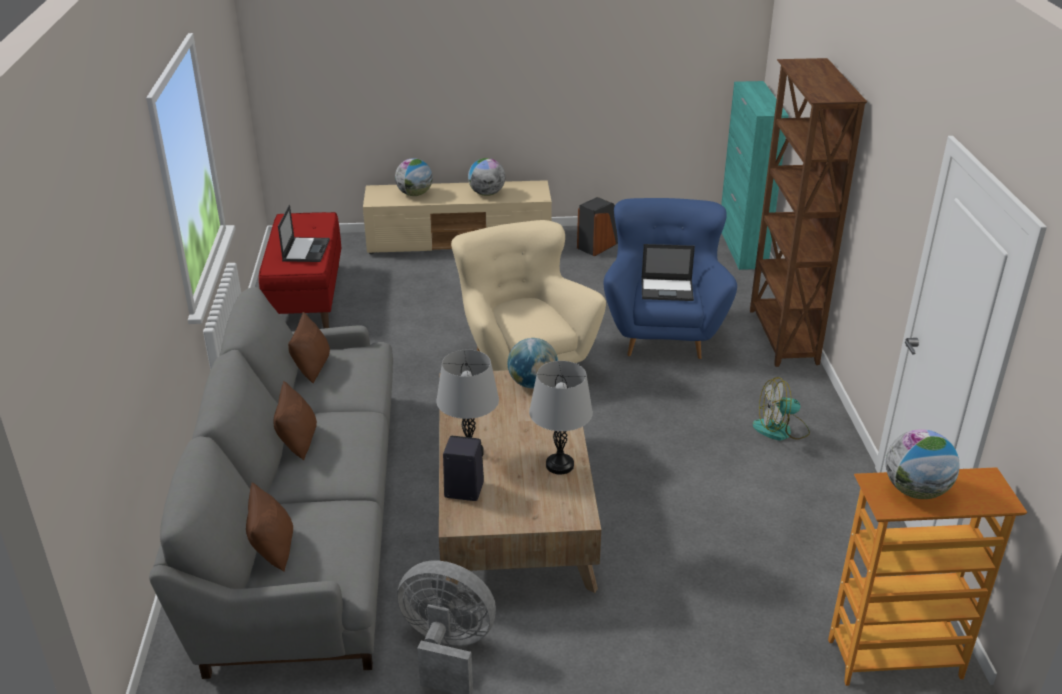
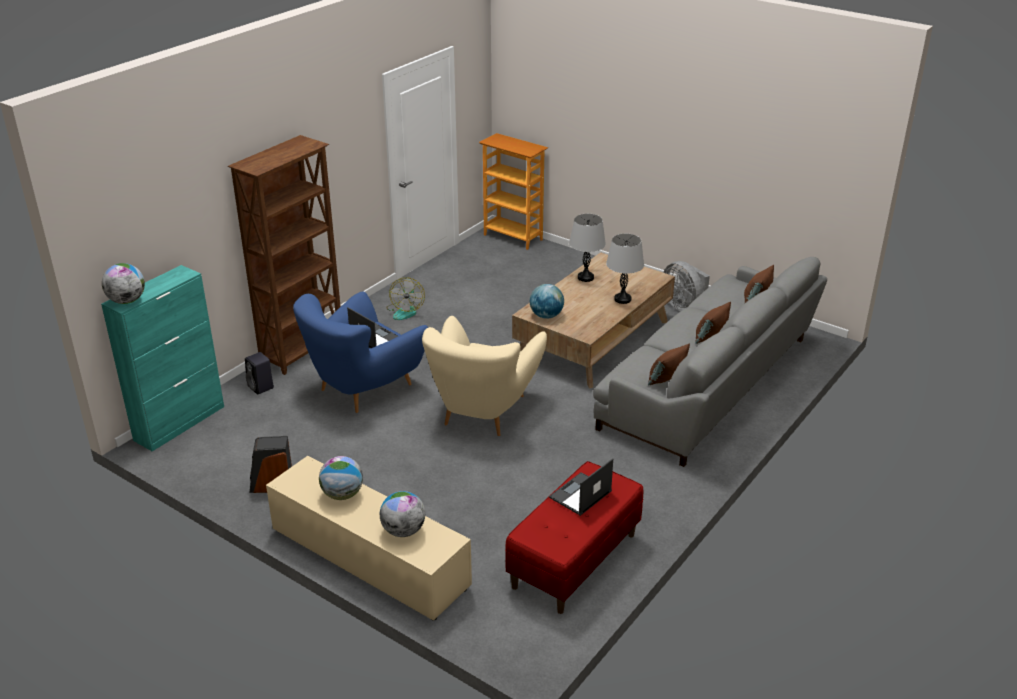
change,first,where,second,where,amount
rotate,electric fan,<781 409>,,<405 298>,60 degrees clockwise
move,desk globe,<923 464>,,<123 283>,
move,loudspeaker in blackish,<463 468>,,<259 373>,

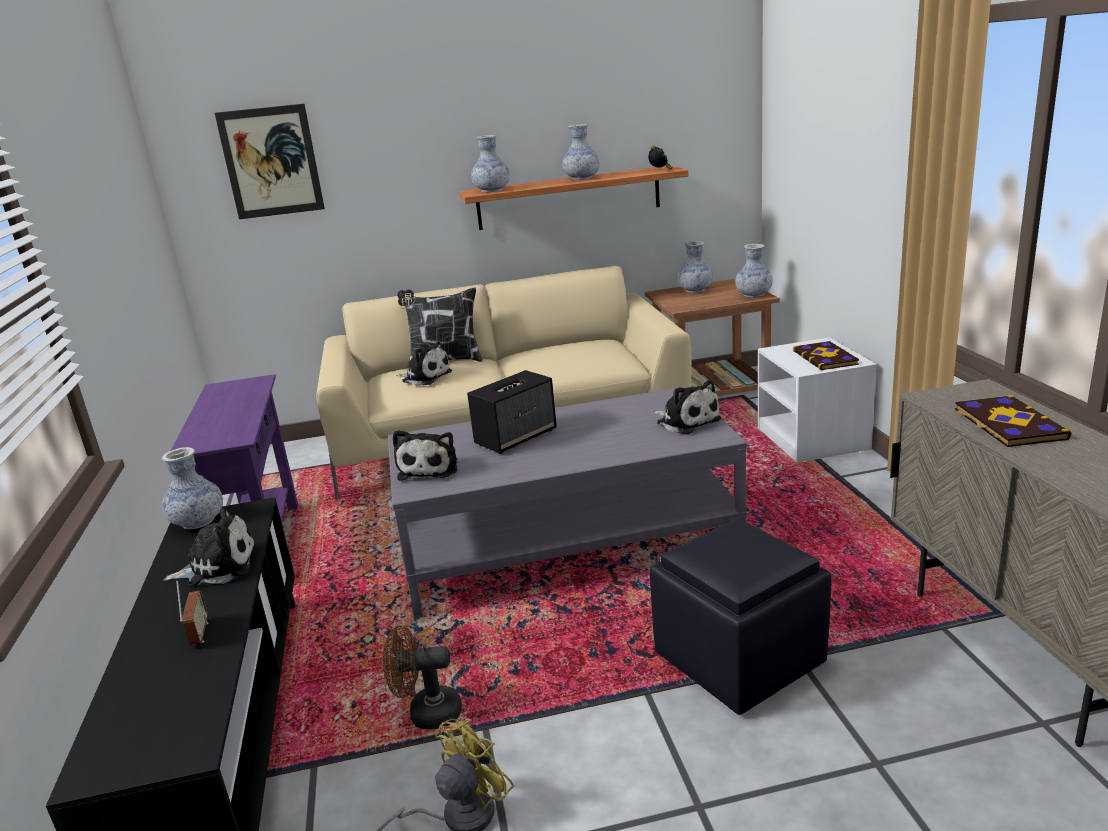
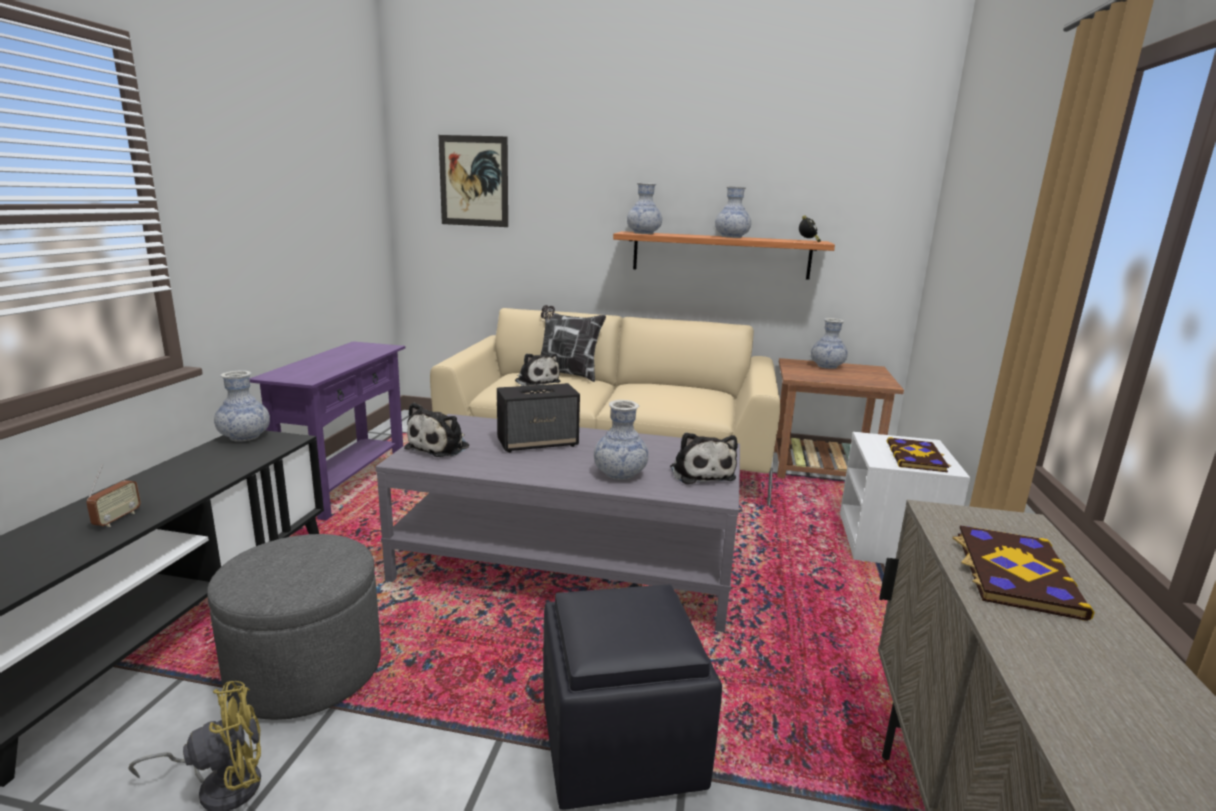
change,first,where,second,where,amount
move,flower vase,<754 271>,,<621 440>,
delete,plush toy,<209 546>,,,
replace,electric fan in brownish,<422 677>,pouffe in greyish,<294 627>,

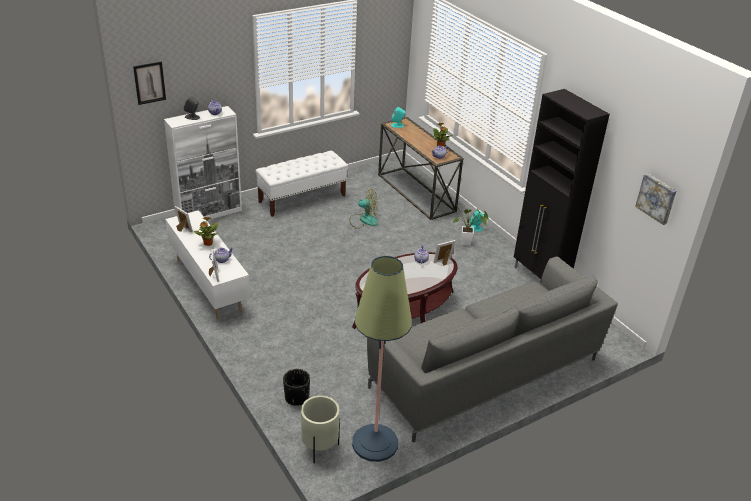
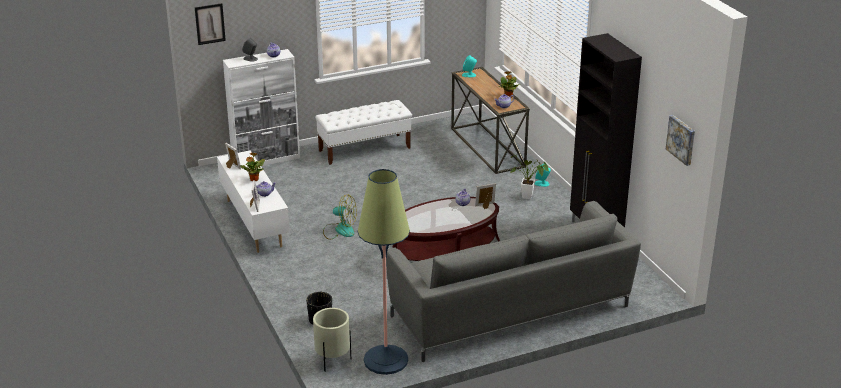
change,first,where,second,where,amount
move,electric fan,<363 209>,,<340 217>,

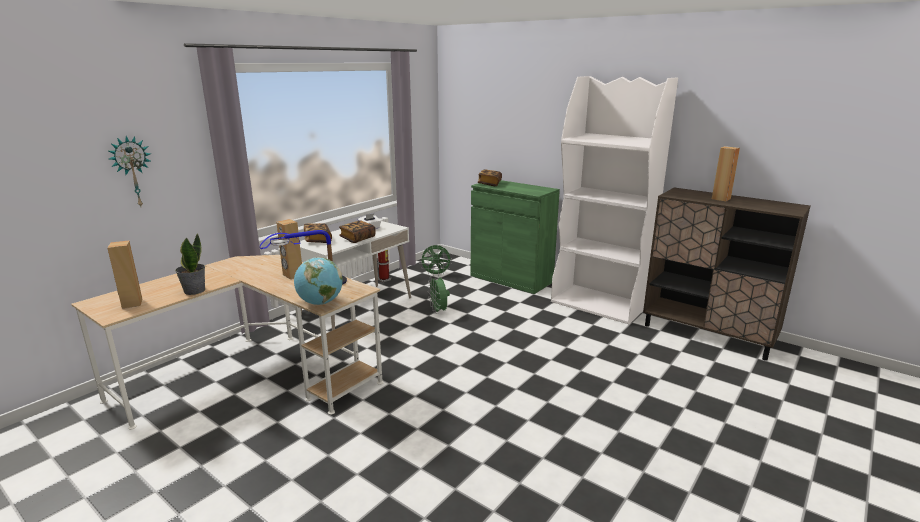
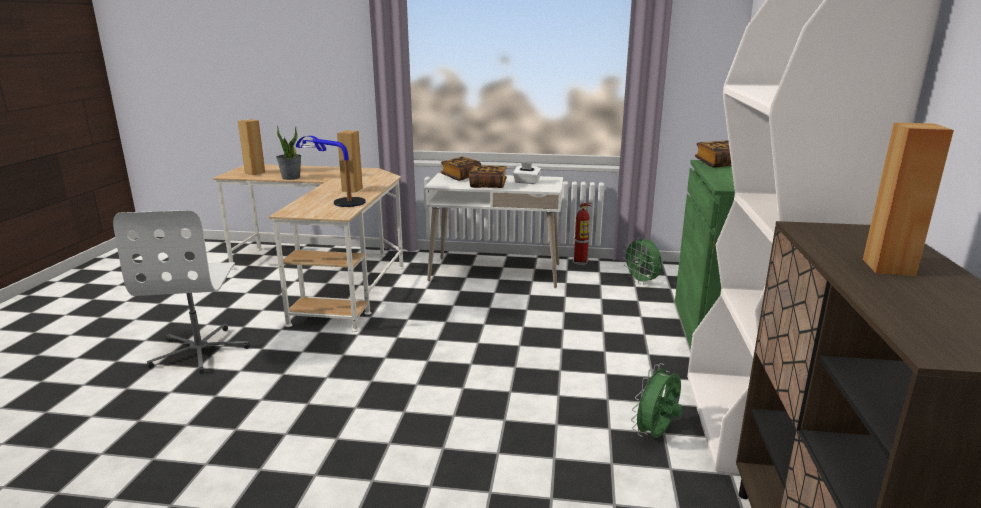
change,first,where,second,where,amount
delete,hanging clock,<130 171>,,,
delete,desk globe,<318 281>,,,
move,electric fan in greenish,<439 295>,,<657 400>,
insert,,,office chair in whitish,<181 291>,

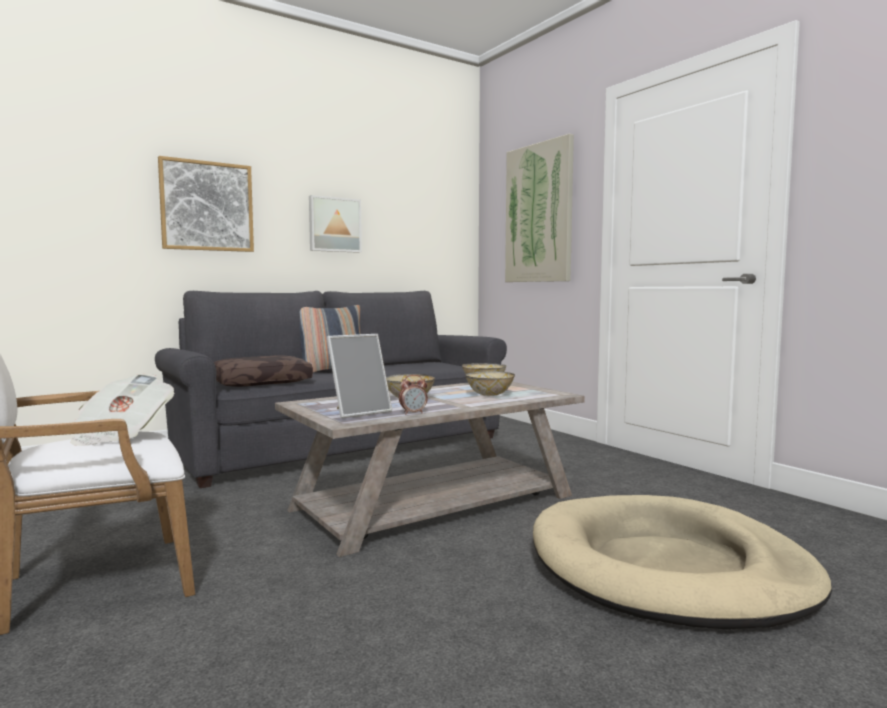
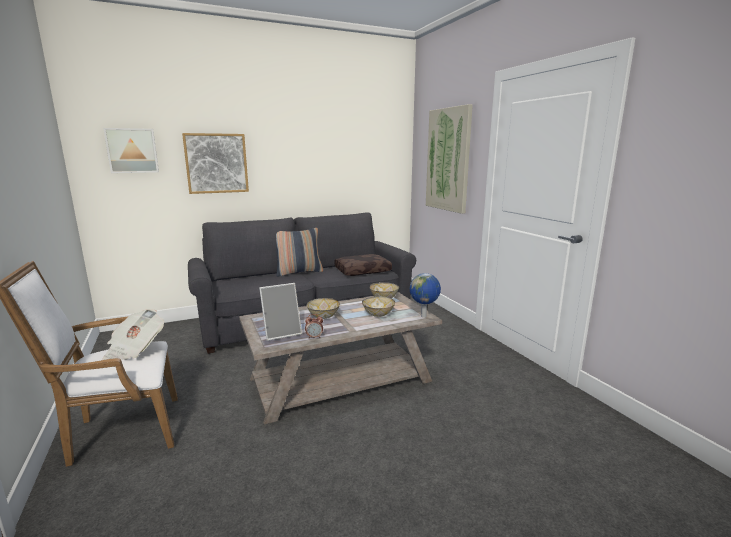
change,first,where,second,where,amount
move,wall picture,<335 224>,,<131 150>,
move,throw pillow in brownish,<263 371>,,<363 265>,
delete,pet bed in sand-coloured,<682 562>,,,
insert,,,desk globe,<425 295>,

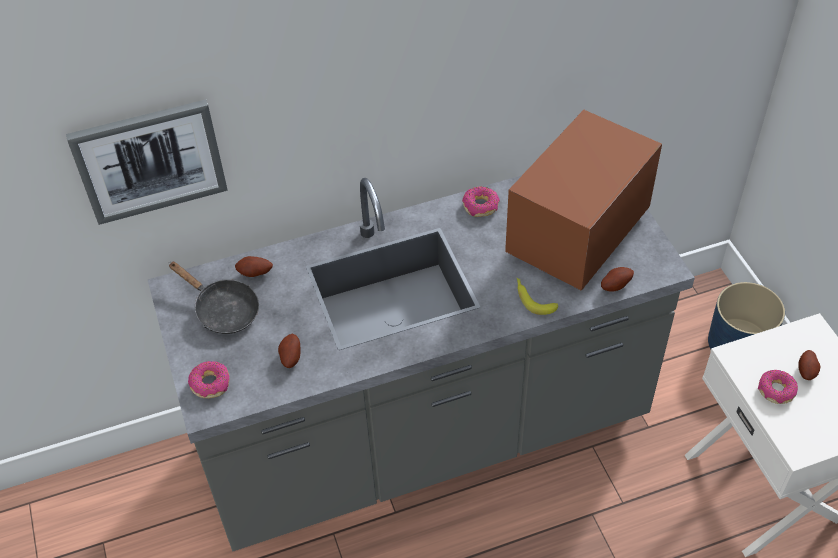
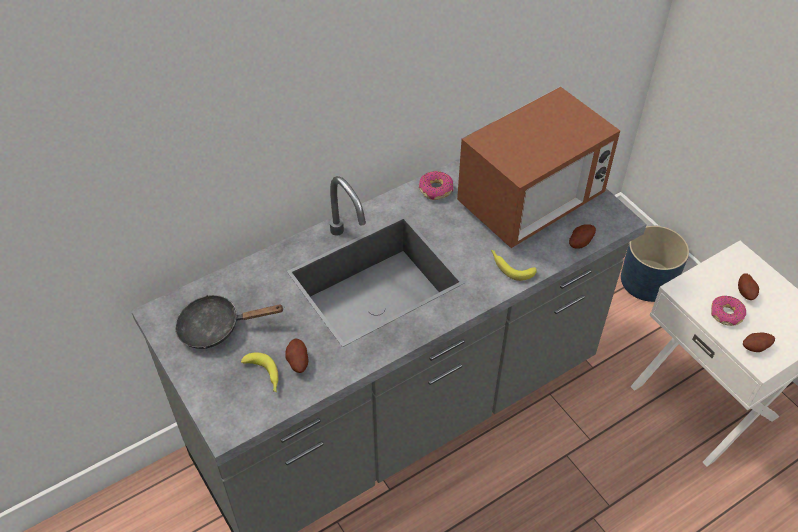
change,first,where,second,where,amount
delete,wall picture,<147 162>,,,
rotate,microwave,<583 200>,,<538 167>,150 degrees counterclockwise
move,potato,<254 266>,,<759 342>,
rotate,frying pan in blackish,<213 298>,,<229 322>,150 degrees clockwise
delete,doughnut,<208 379>,,,
insert,,,banana,<260 372>,

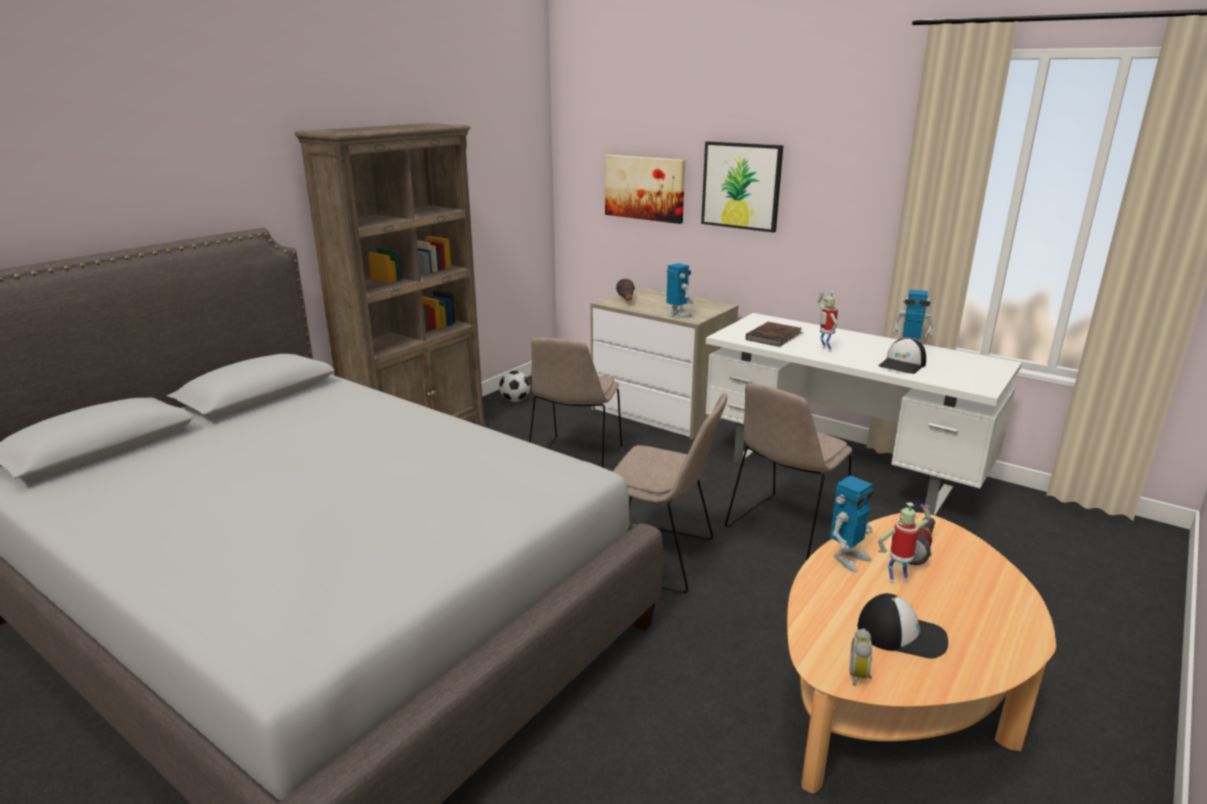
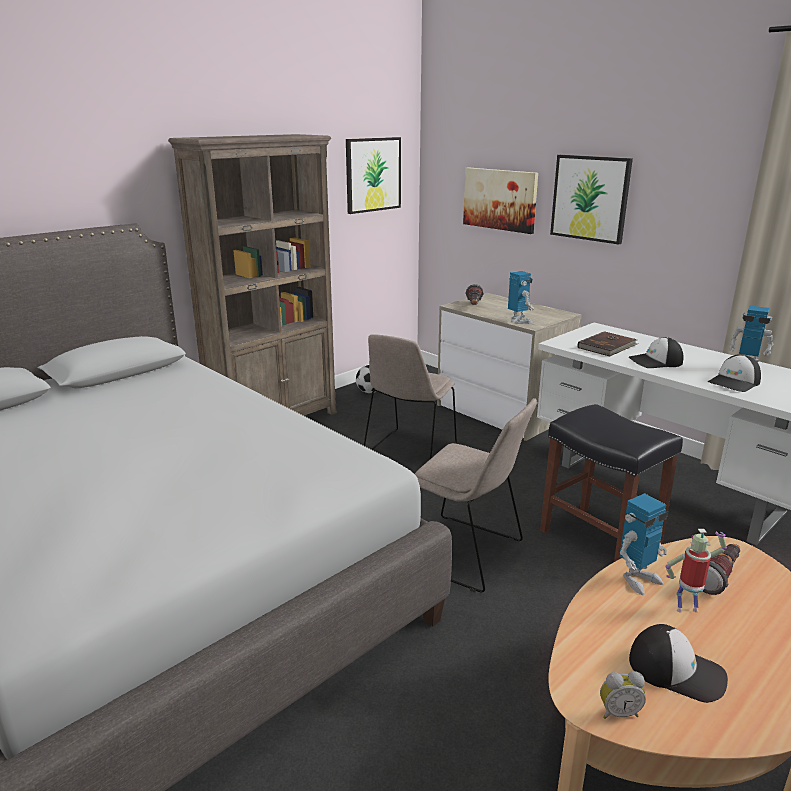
change,first,where,second,where,amount
replace,model robot,<828 321>,peaked cap,<656 352>,
replace,plain chair in sand-coloured,<788 471>,stool seat in blackish,<611 483>,
rotate,alarm clock,<860 657>,,<623 695>,120 degrees counterclockwise
insert,,,wall picture,<373 175>,

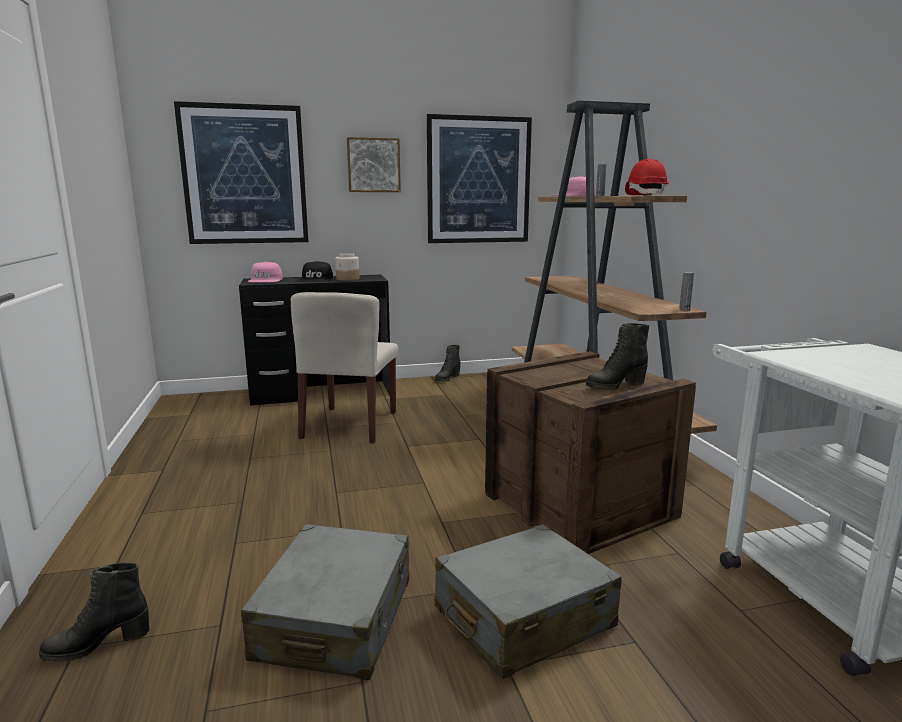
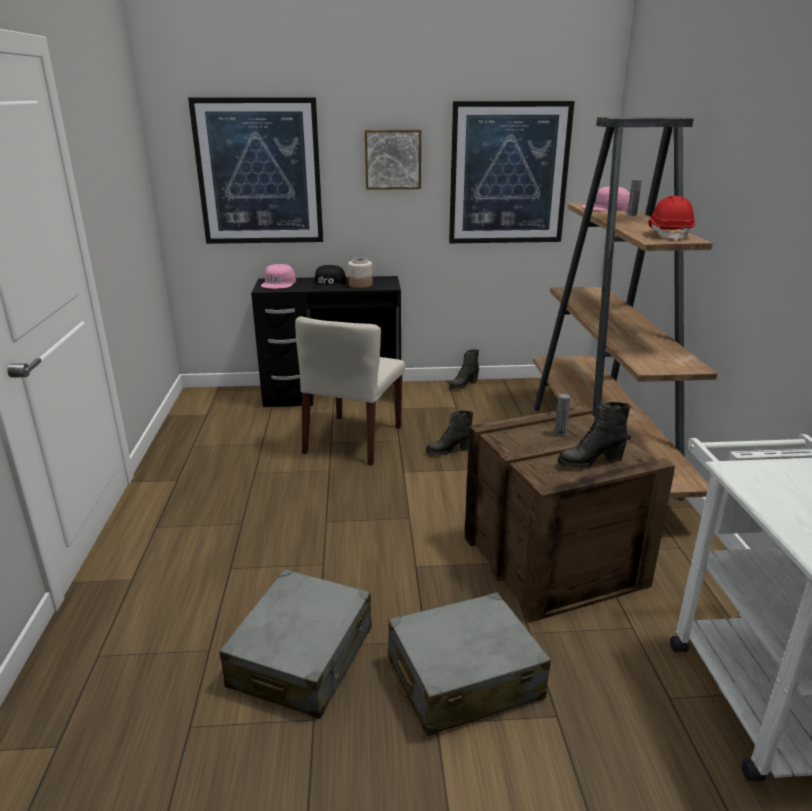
change,first,where,second,where,amount
move,beverage bottle in greyish,<686 291>,,<562 415>,
move,high-top boot in blackish,<94 612>,,<449 432>,

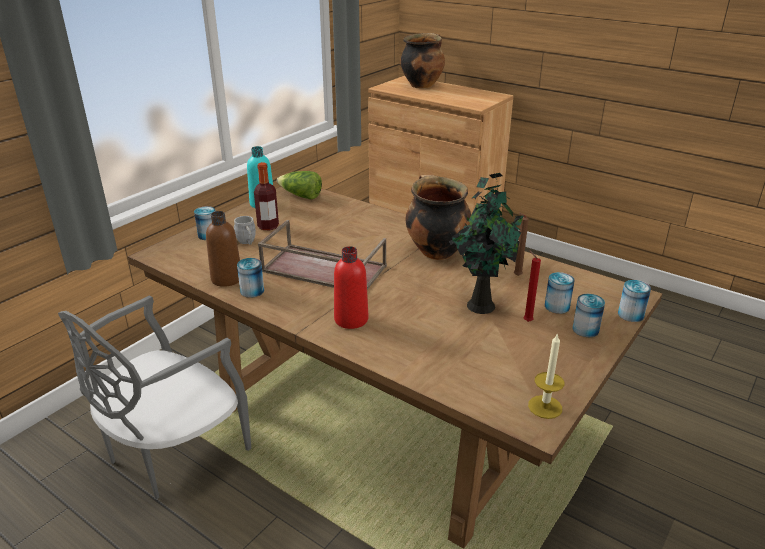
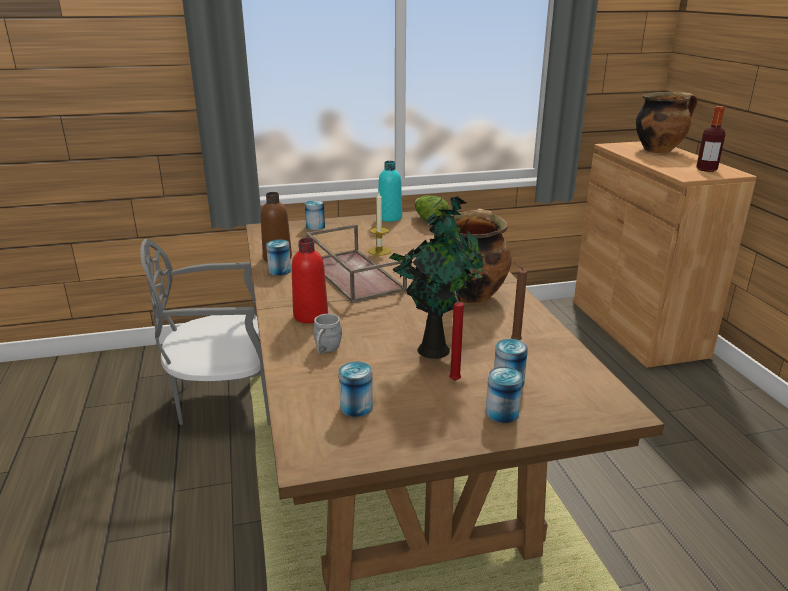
change,first,where,second,where,amount
move,beverage bottle,<266 196>,,<710 139>,
move,tea mug in greyish,<245 230>,,<327 334>,
move,metal can,<634 301>,,<356 389>,
move,wax candle,<546 376>,,<379 224>,

